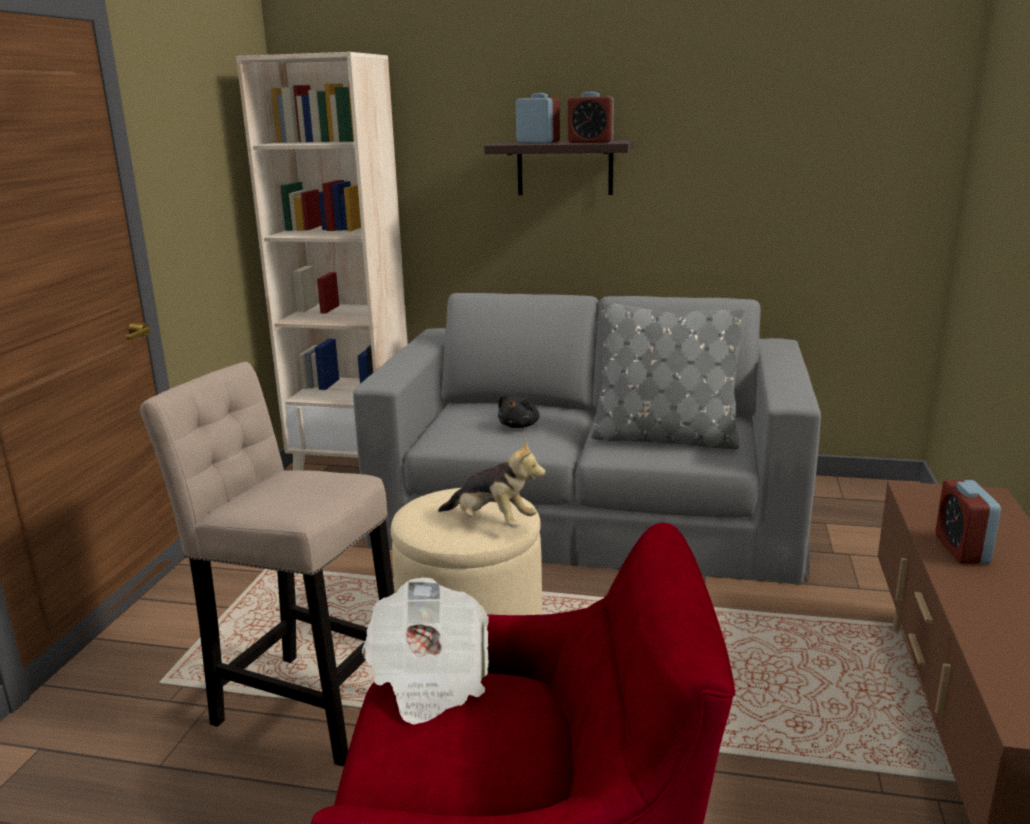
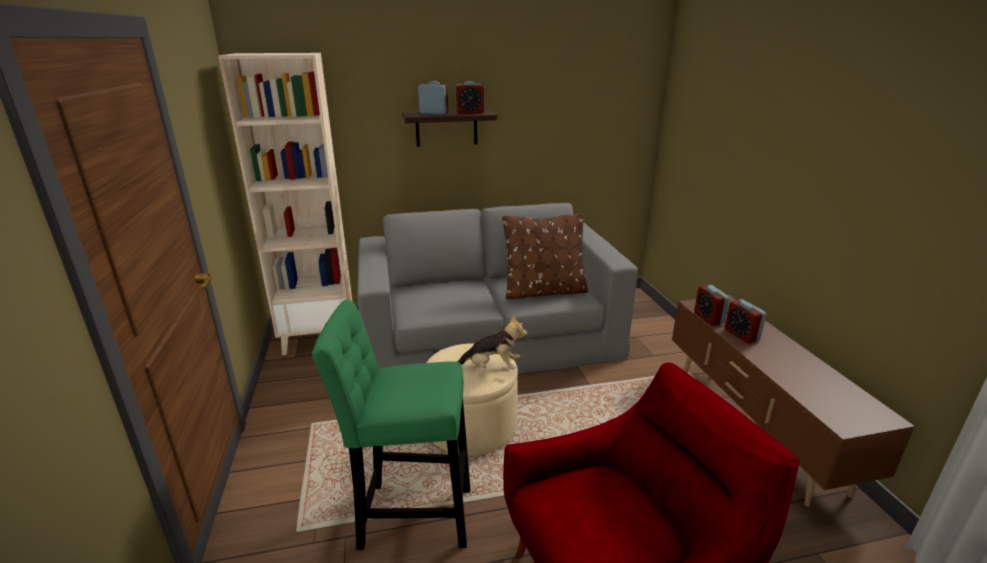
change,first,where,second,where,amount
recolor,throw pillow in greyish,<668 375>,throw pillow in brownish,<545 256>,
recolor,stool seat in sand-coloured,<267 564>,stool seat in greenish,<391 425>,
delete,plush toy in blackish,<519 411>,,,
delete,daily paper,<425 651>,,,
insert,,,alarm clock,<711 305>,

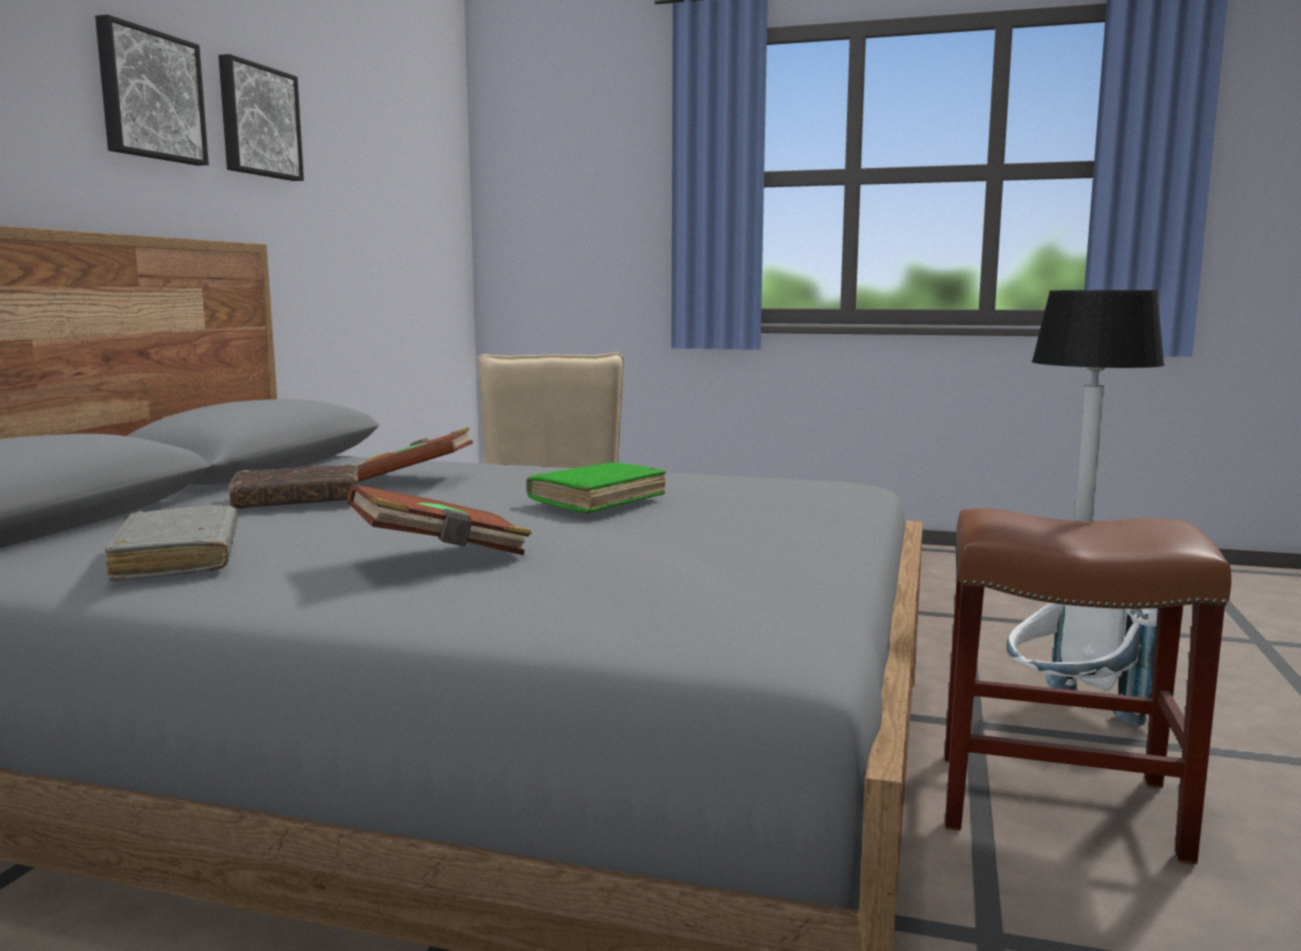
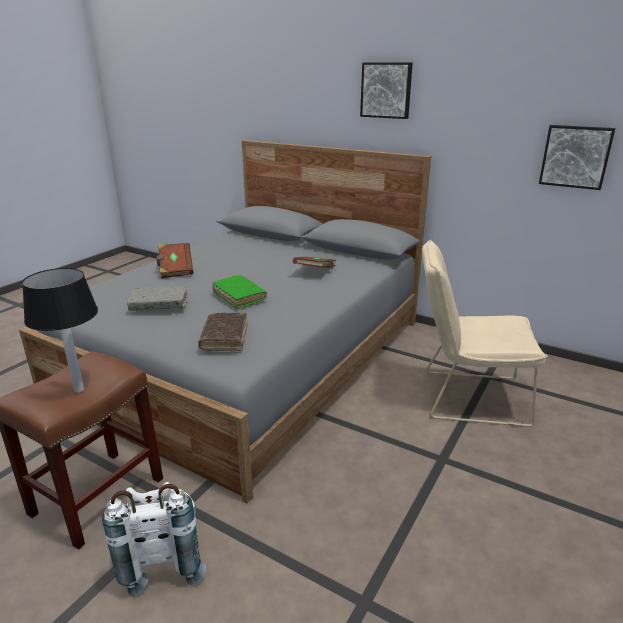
change,first,where,second,where,amount
move,wall picture,<261 117>,,<577 157>,
move,book in brownish,<293 486>,,<223 332>,
move,book in greyish,<171 543>,,<157 298>,

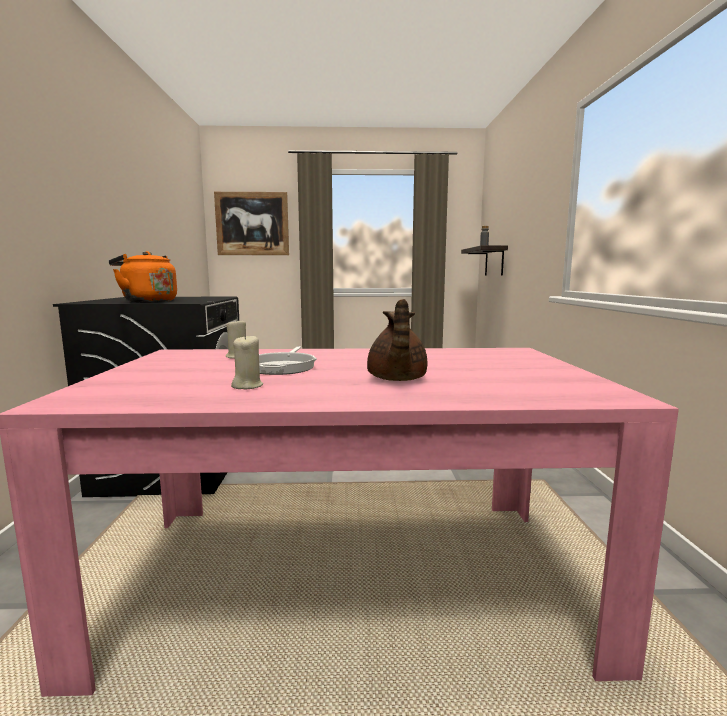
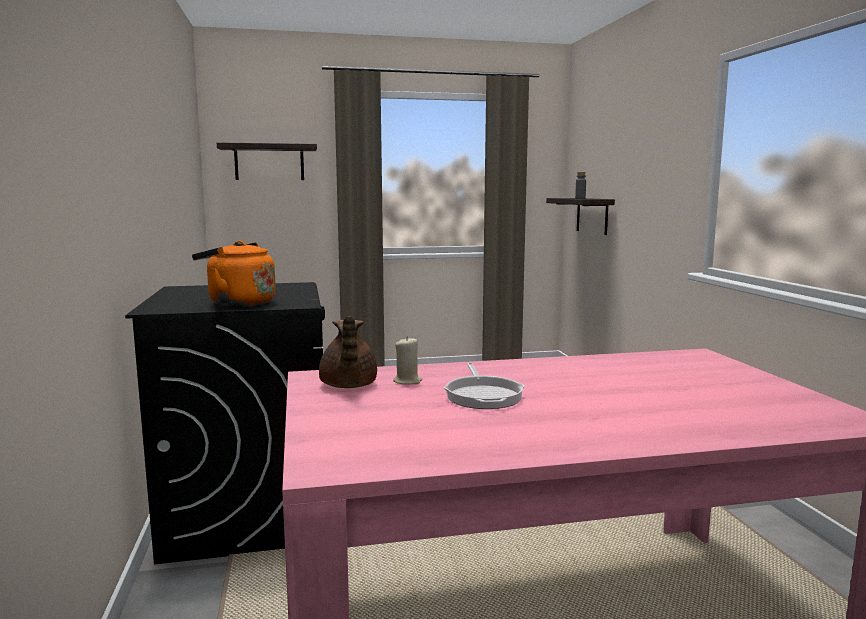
change,first,where,second,where,amount
replace,wall picture,<251 223>,bracket shelf,<267 161>,
move,teapot in brownish,<397 340>,,<348 352>,
delete,wax candle in sand-coloured,<247 361>,,,

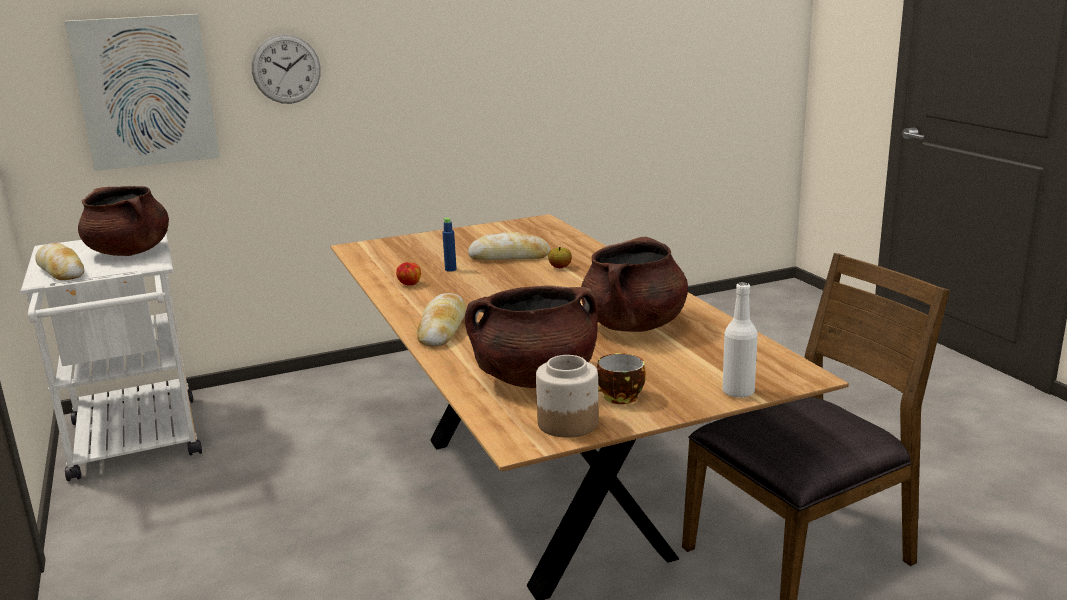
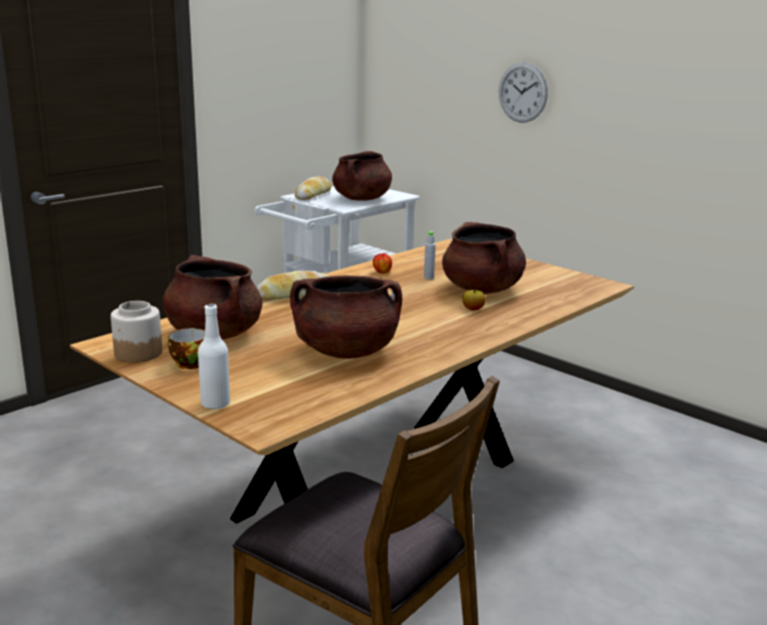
change,first,where,second,where,amount
delete,wall picture,<142 92>,,,
recolor,beverage bottle in blue-coloured,<449 245>,beverage bottle in greyish,<430 255>,
replace,bread,<509 246>,cooking pot in brownish,<484 258>,

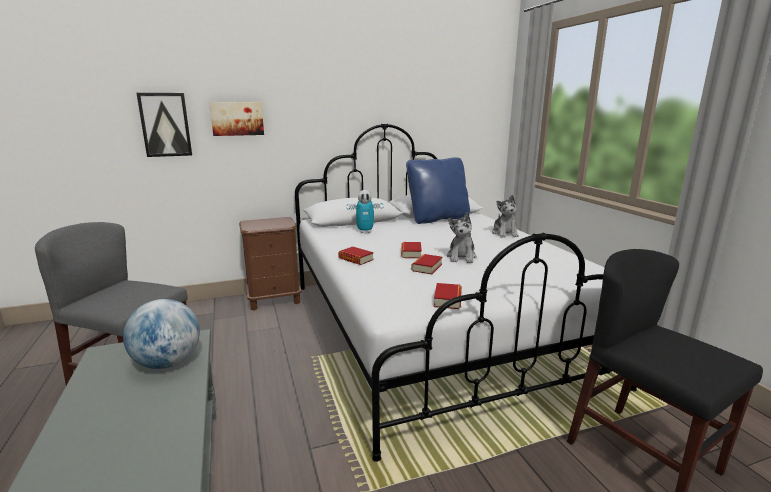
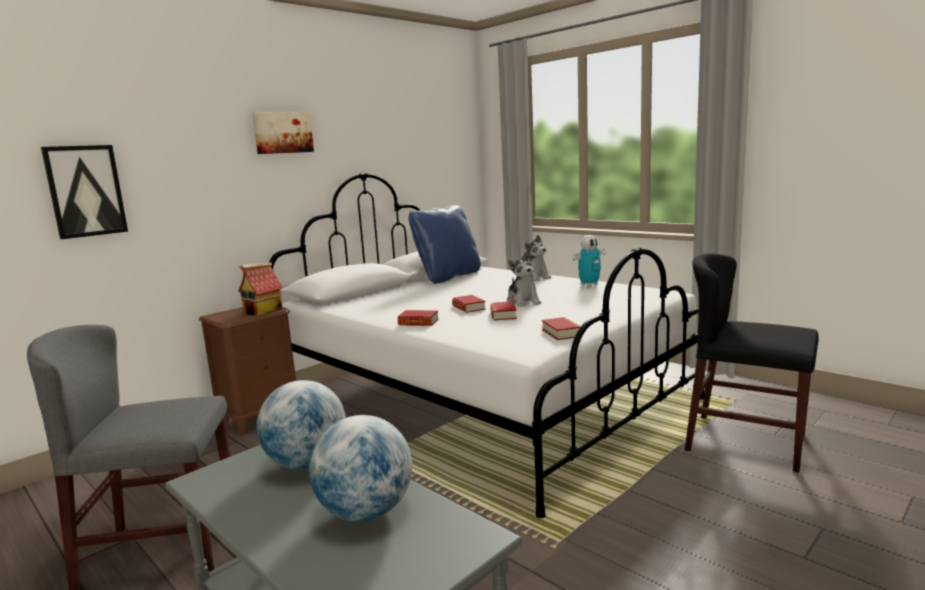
change,first,where,second,where,amount
move,wall picture,<236 119>,,<283 133>,
move,model robot,<364 211>,,<588 261>,
insert,,,model house,<260 289>,
insert,,,desk globe,<360 468>,

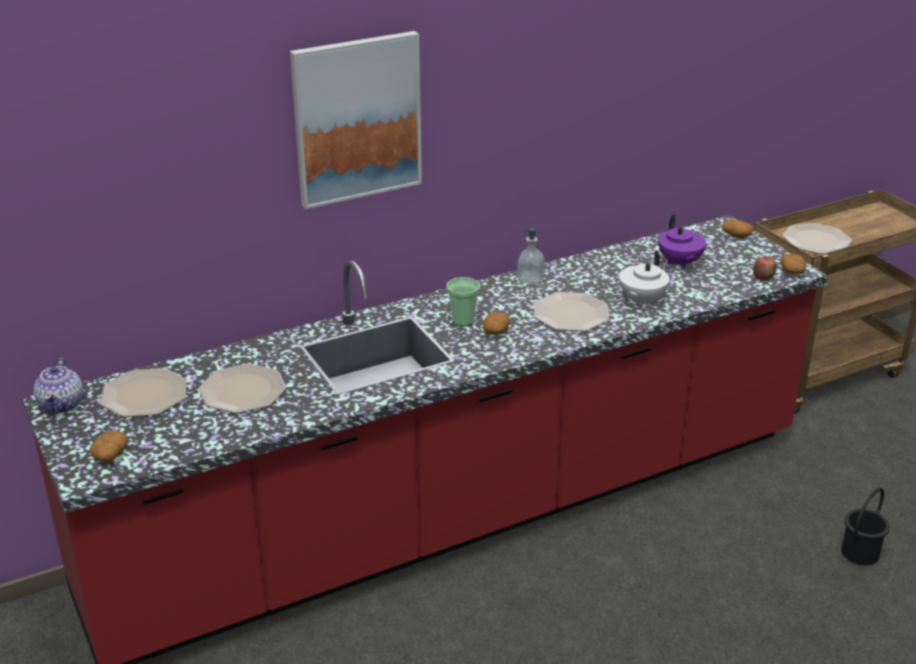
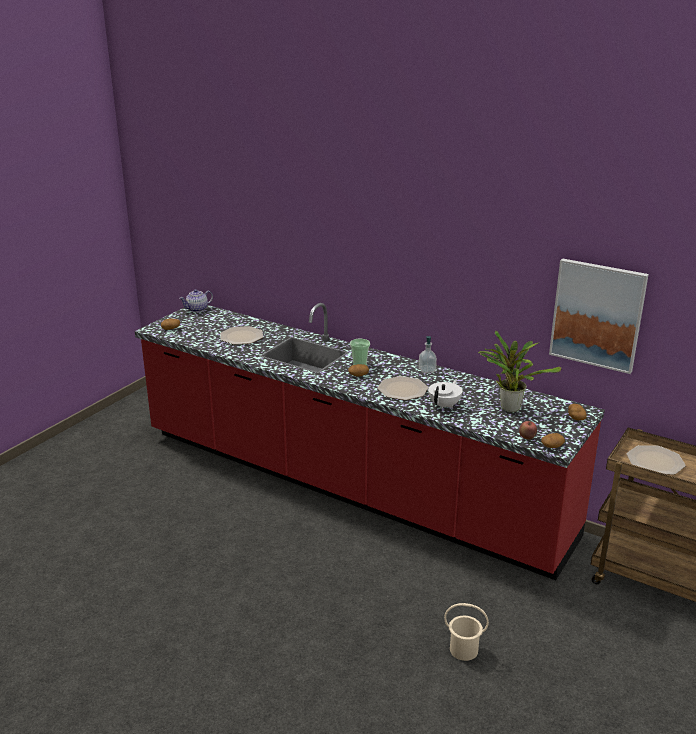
change,first,where,second,where,amount
move,wall picture,<356 120>,,<599 316>,
replace,teapot in purple-coloured,<682 241>,houseplant,<519 371>,
rotate,teapot in whitish,<644 278>,,<445 394>,120 degrees clockwise
delete,flat dish,<143 392>,,,
recolor,bucket in blackish,<865 526>,bucket in sand-coloured,<466 632>,

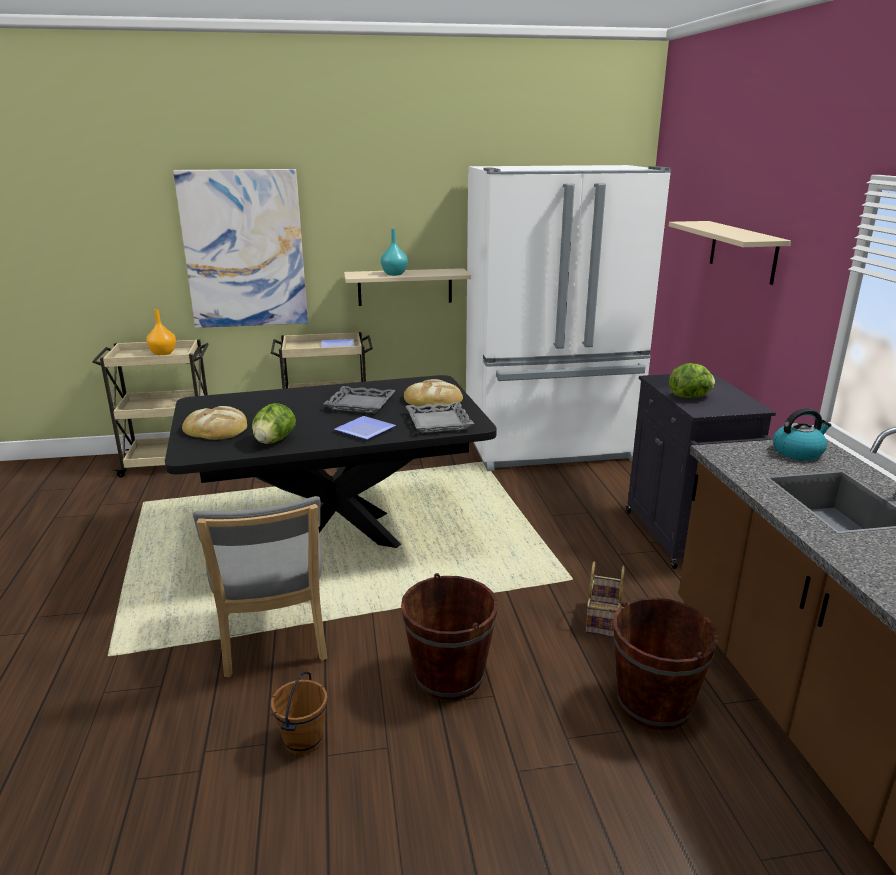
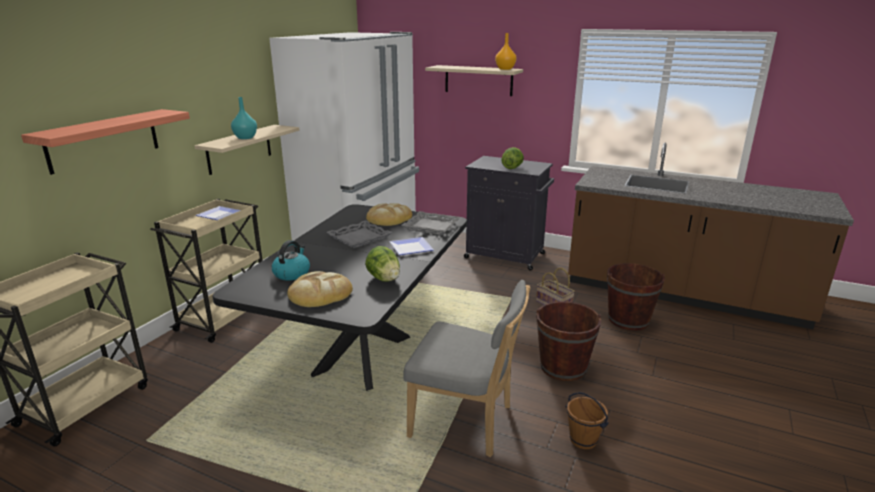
change,first,where,second,where,amount
replace,wall picture,<240 248>,bracket shelf,<105 142>,
move,flower vase in orangey,<161 332>,,<505 51>,
move,water kettle,<802 434>,,<291 260>,

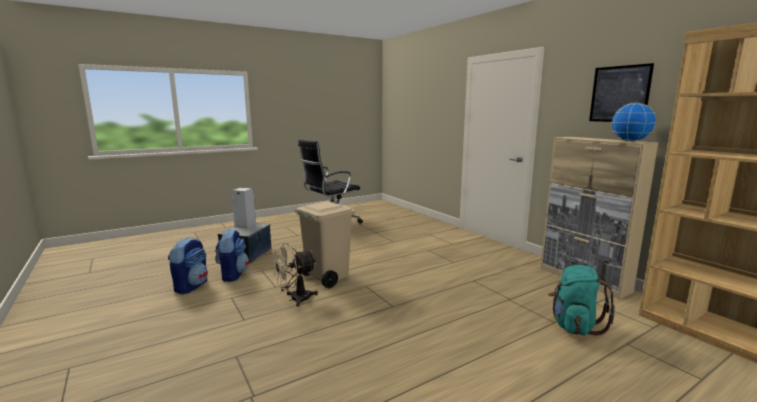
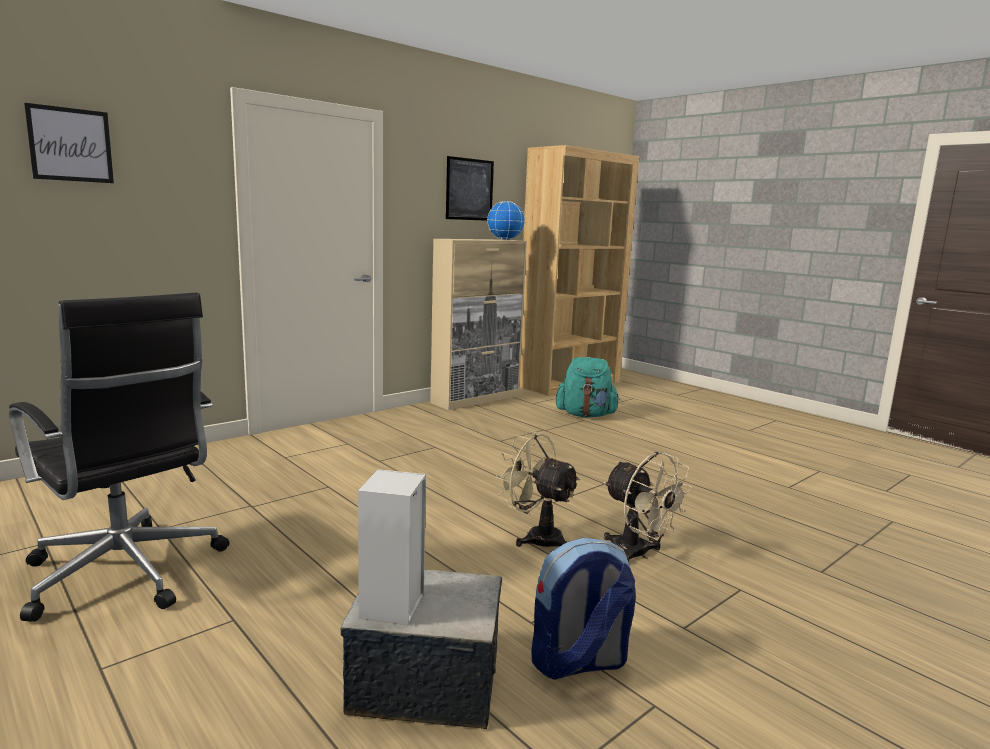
change,first,where,second,where,amount
replace,rubbish bin in sand-coloured,<325 244>,electric fan in sand-coloured,<537 489>,
delete,backpack,<188 265>,,,
insert,,,wall picture,<69 143>,

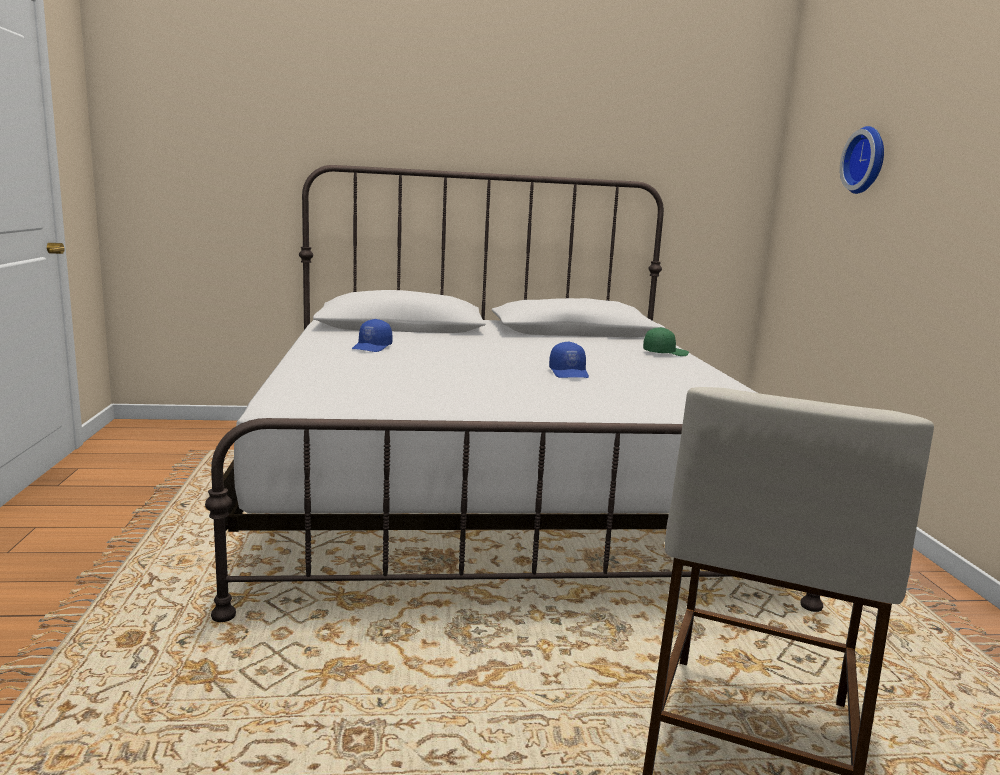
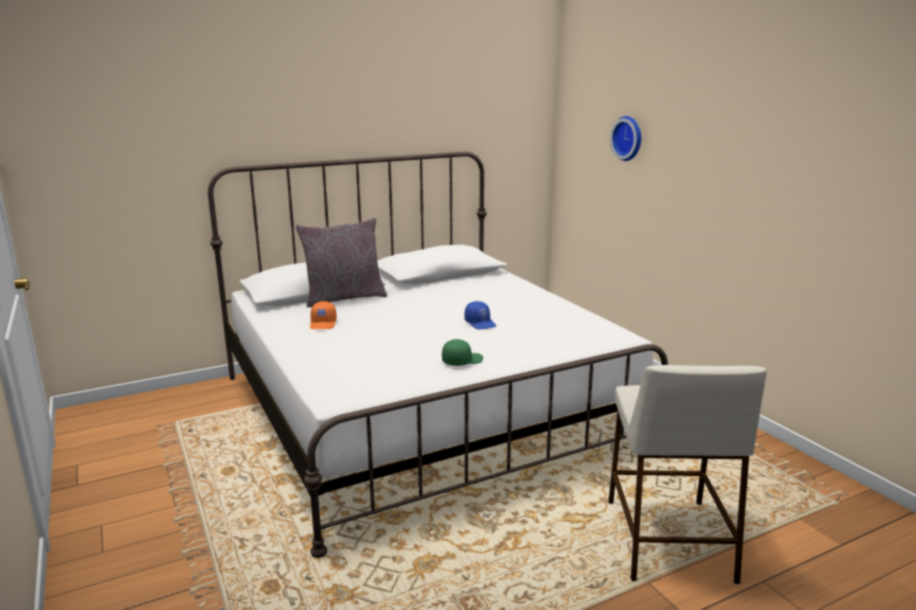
change,first,where,second,where,amount
recolor,peaked cap in blue-coloured,<372 335>,peaked cap in orangey,<323 315>,
move,peaked cap in greenish,<666 341>,,<462 352>,
insert,,,throw pillow in greyish,<341 262>,

